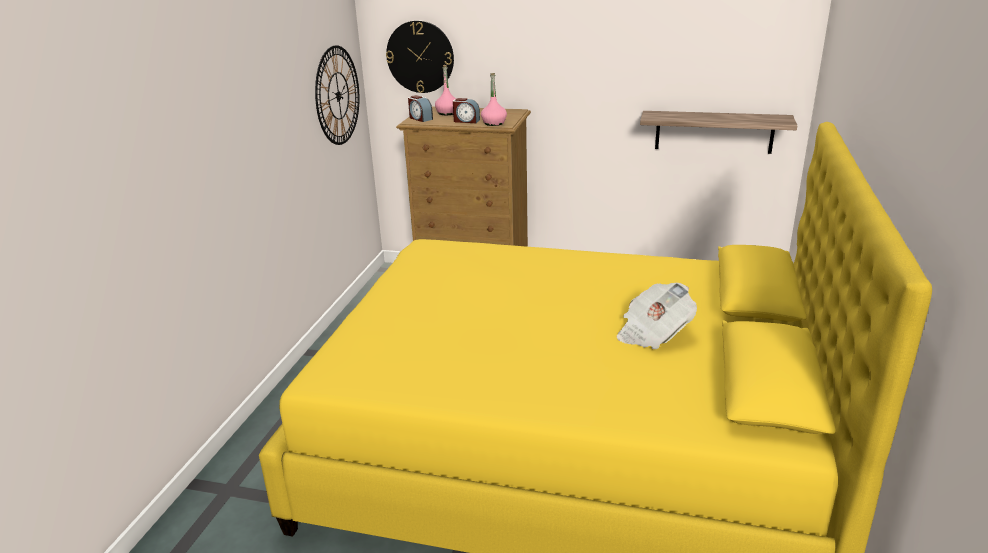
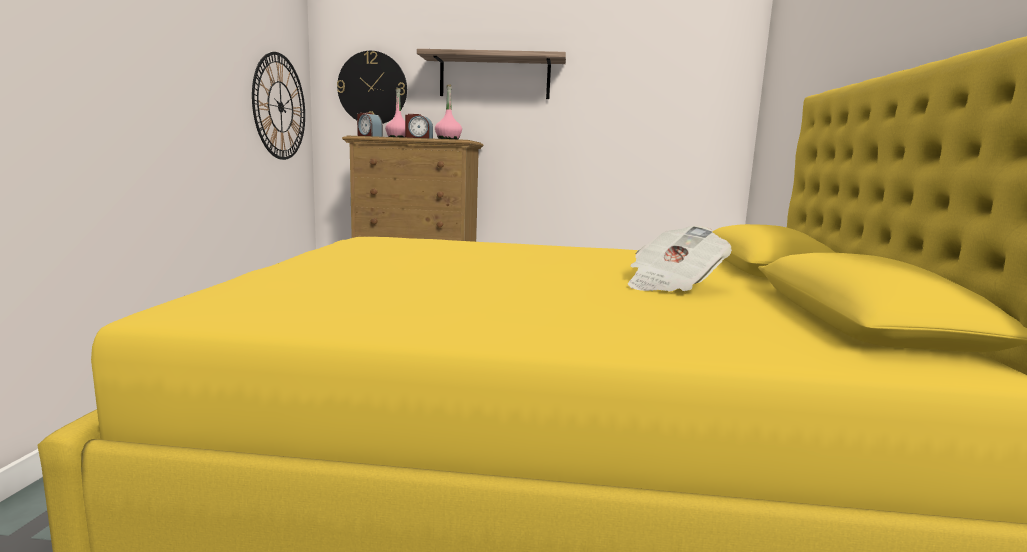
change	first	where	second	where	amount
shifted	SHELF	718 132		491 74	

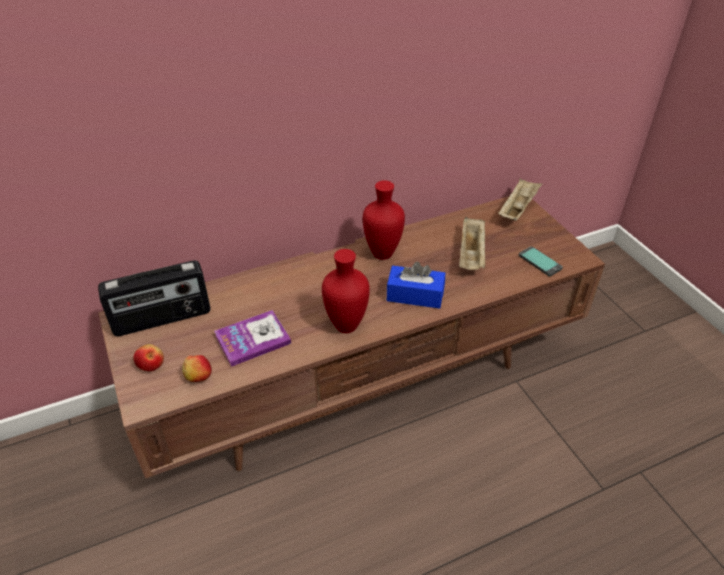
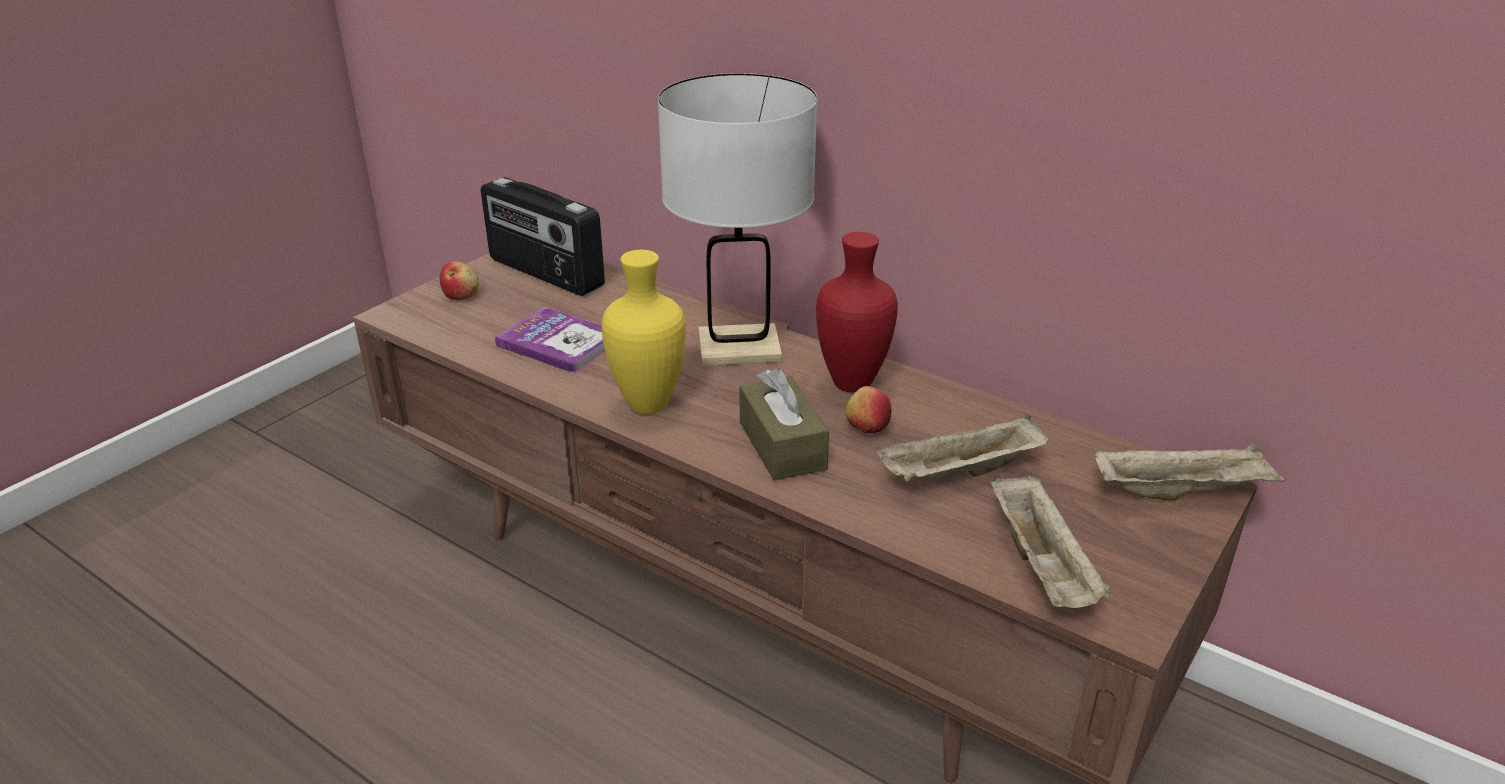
change	first	where	second	where	amount
shifted	APPLE	197 368		868 409	
repainted	RED VASE	346 291	YELLOW VASE	644 332	
repainted	BLUE TISSUE BOX	416 285	BROWN TISSUE BOX	784 424	
swapped	PHONE	541 261	BEIGE TRAY	1051 541	
new			WHITE TABLE LAMP	737 219	

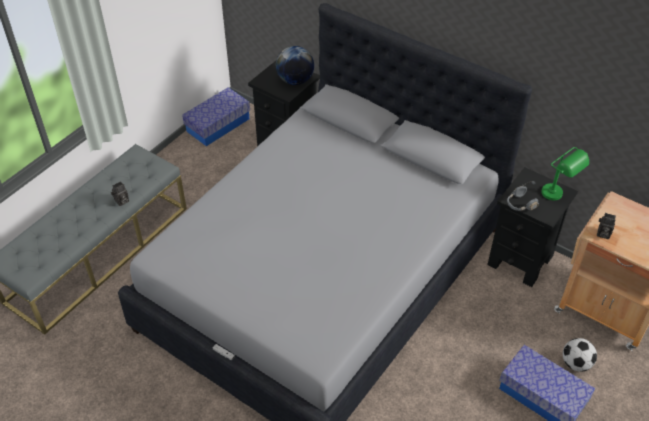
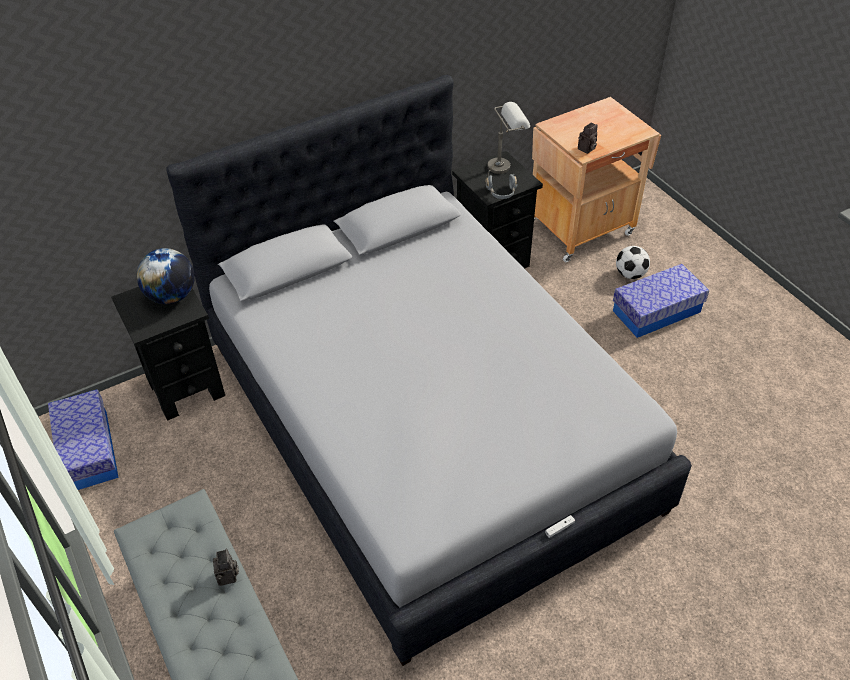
change	first	where	second	where	amount
repainted	GREEN TABLE LAMP	565 173	GREY TABLE LAMP	509 138	

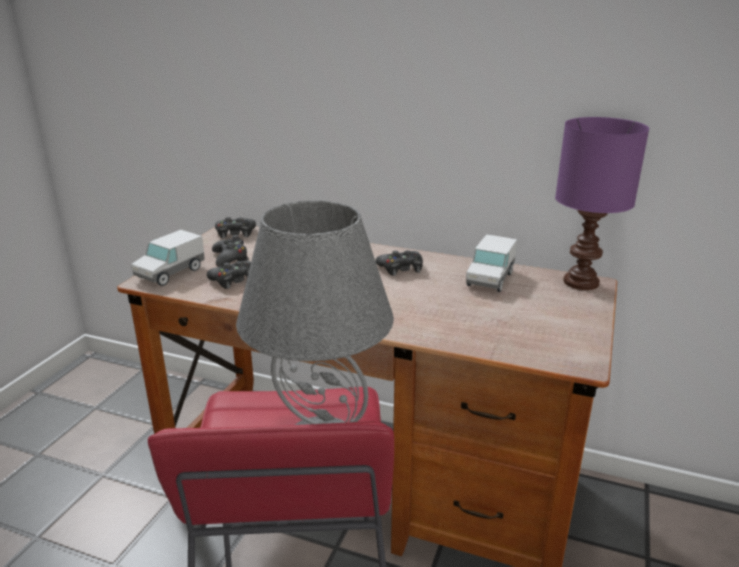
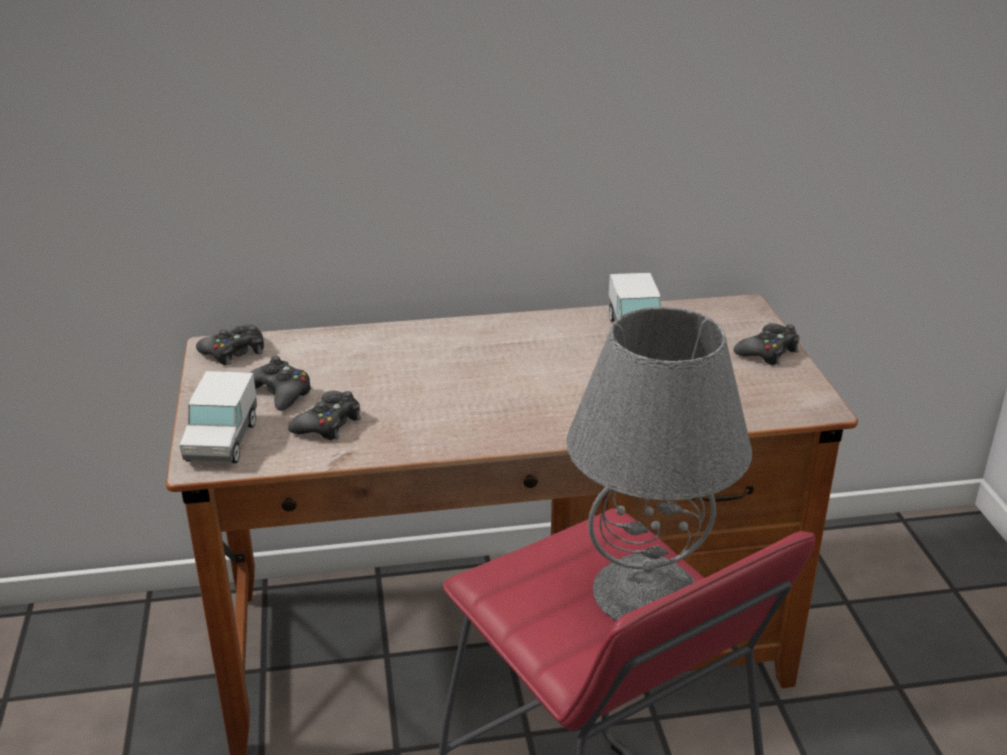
change	first	where	second	where	amount
shifted	BLACK GAME CONTROLLER	399 263		766 344	
gone	PURPLE TABLE LAMP	602 203			

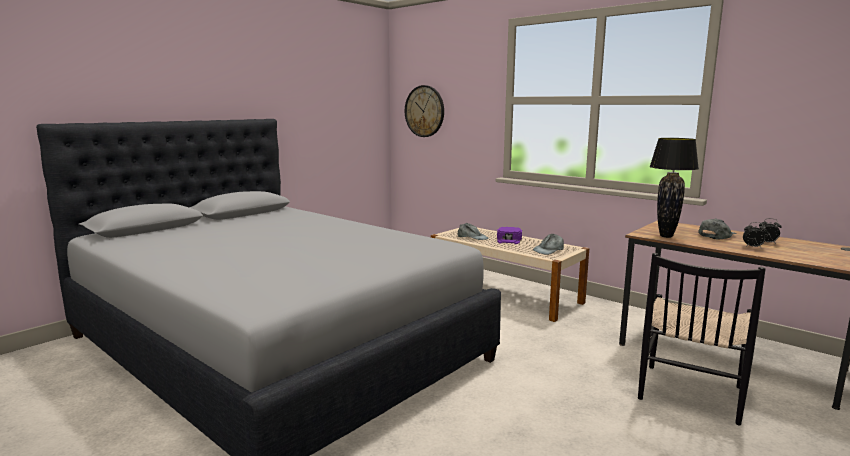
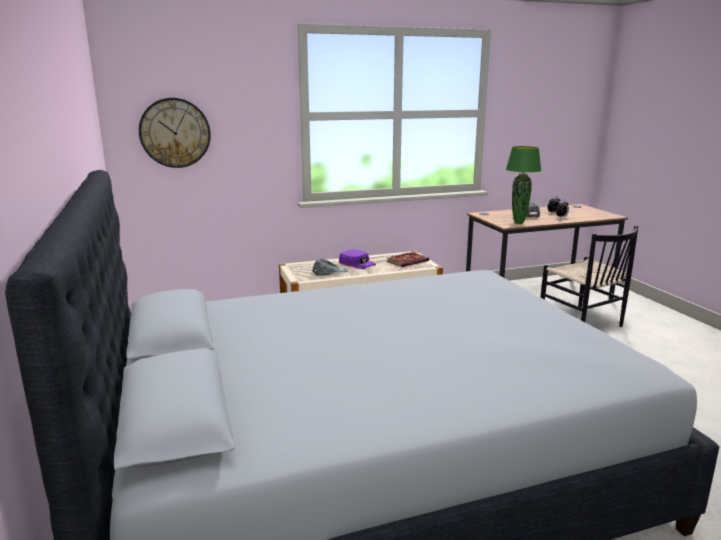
change	first	where	second	where	amount
swapped	GREY CAP	548 244	BOOK	407 259	
repainted	BLACK TABLE LAMP	674 188	GREEN TABLE LAMP	523 185	

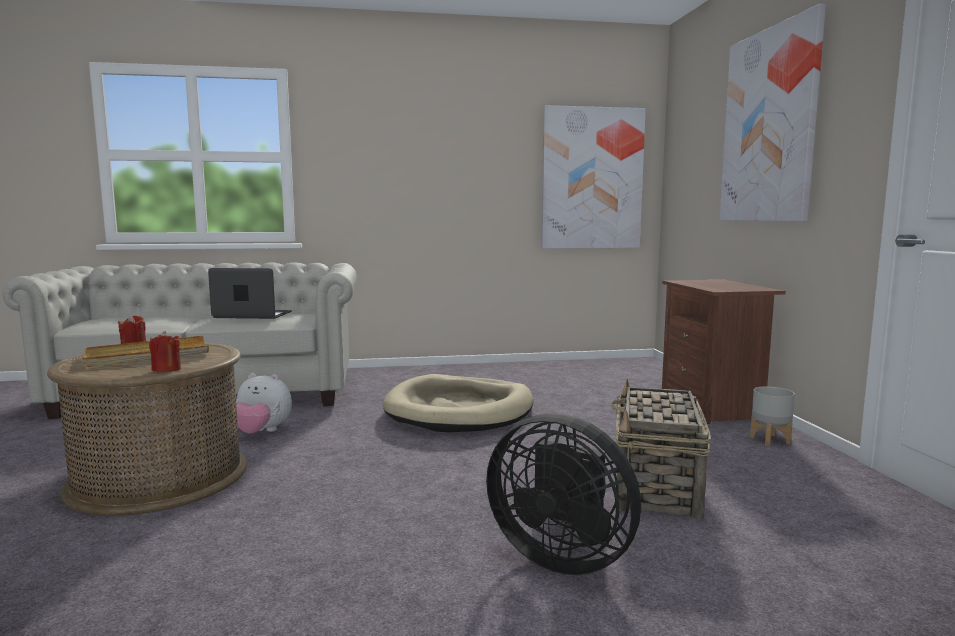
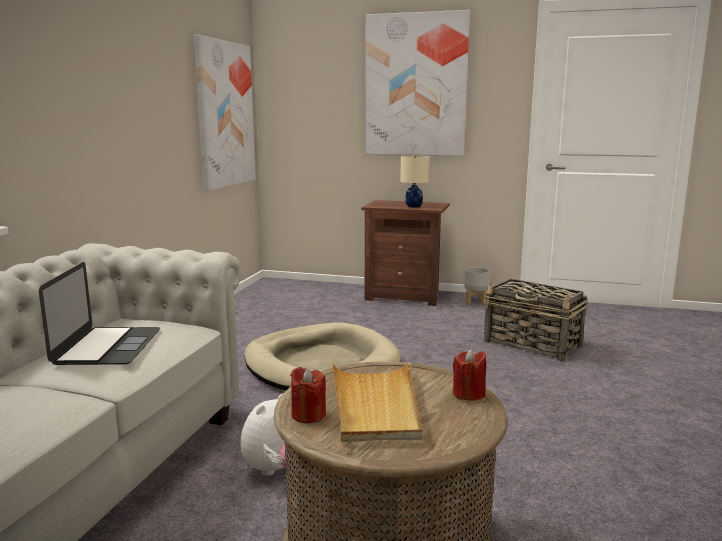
change	first	where	second	where	amount
rotated	LAPTOP	250 293		99 313	150 degrees clockwise
gone	BLACK FAN	563 494			
new			BEIGE TABLE LAMP	414 181	

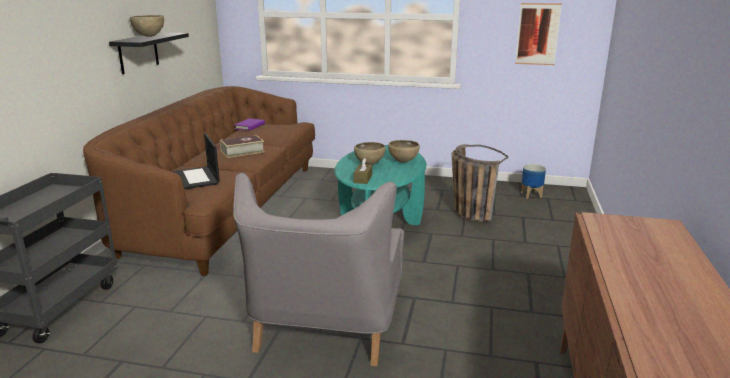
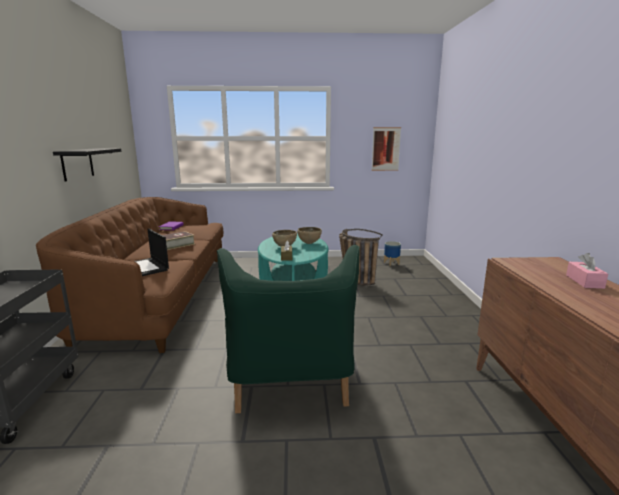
change	first	where	second	where	amount
gone	BROWN BOWL	147 26			
repainted	GREY ARMCHAIR	318 269	GREEN ARMCHAIR	288 329	
new			PINK TISSUE BOX	587 271	

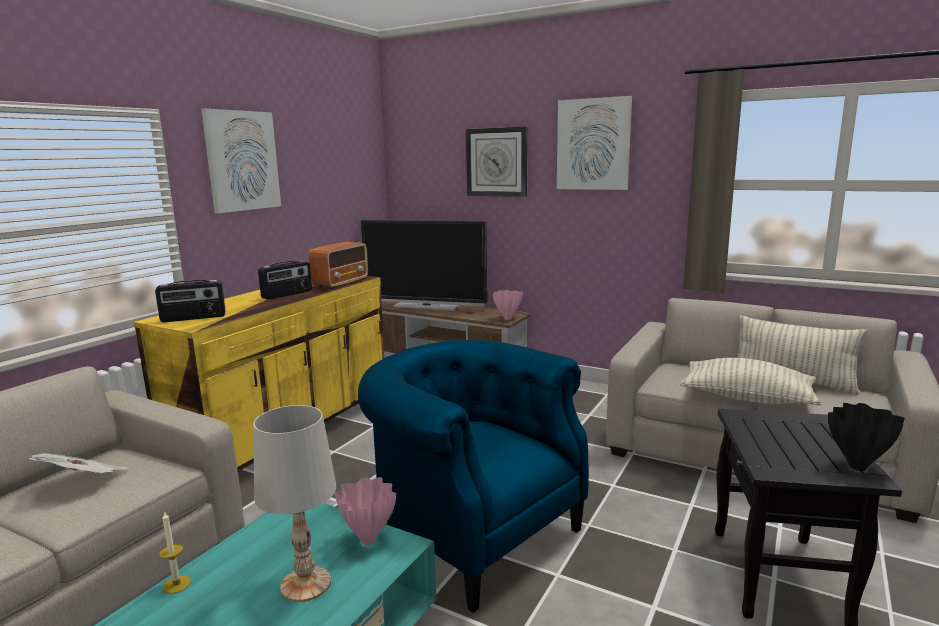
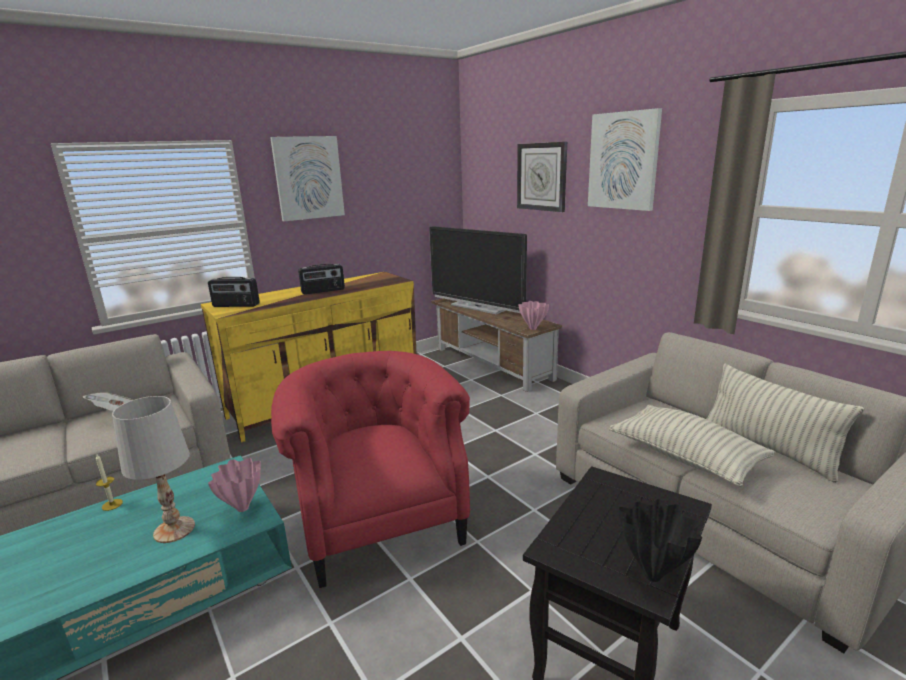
change	first	where	second	where	amount
gone	RADIO	338 265			
repainted	BLUE ARMCHAIR	473 476	RED ARMCHAIR	370 469	

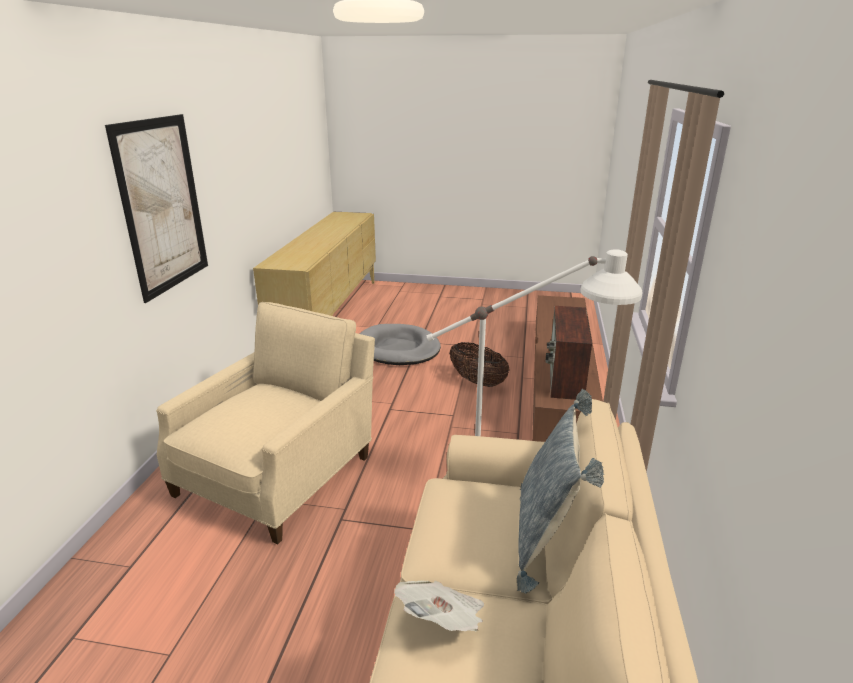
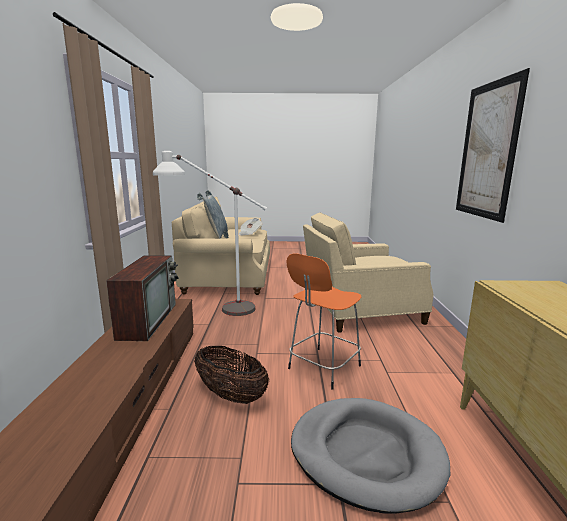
change	first	where	second	where	amount
rotated	BEIGE ARMCHAIR	265 423		368 272	60 degrees clockwise
new			ORANGE STOOL	324 321	

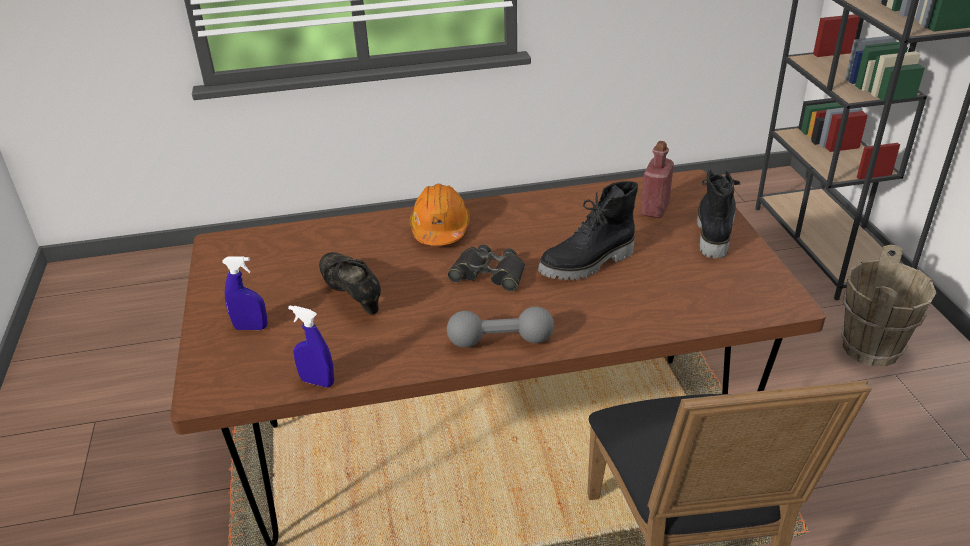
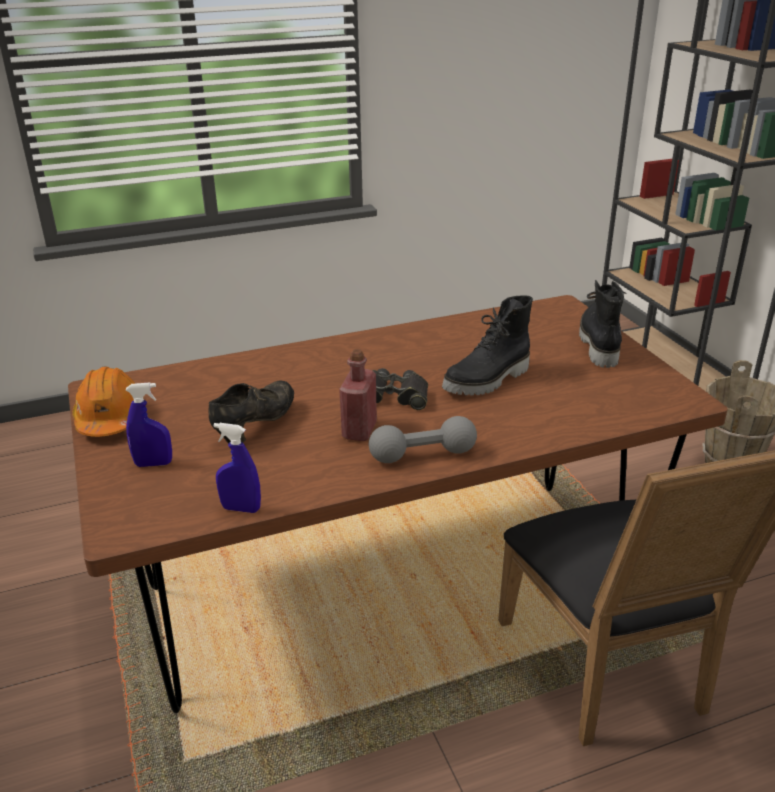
change	first	where	second	where	amount
rotated	BLACK SHOE	350 283		251 411	75 degrees clockwise
shifted	ORANGE HARD HAT	439 215		108 402	
shifted	RED BOTTLE	657 179		358 395	

